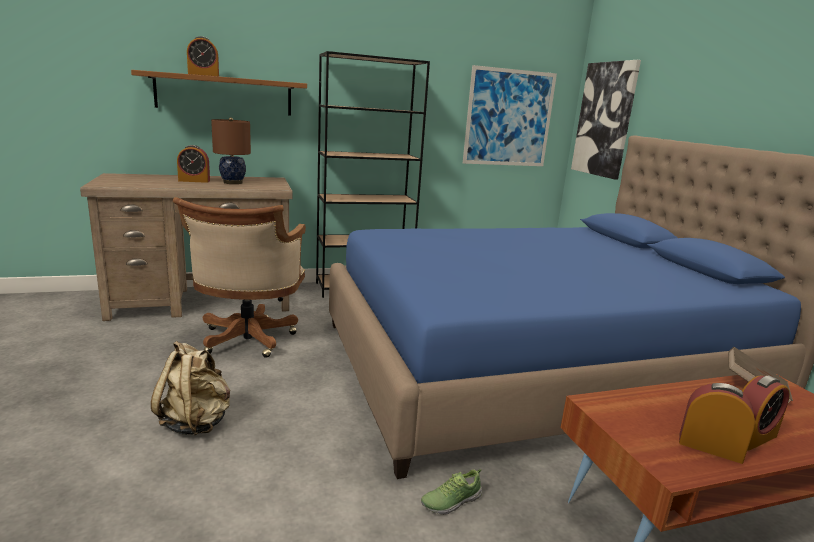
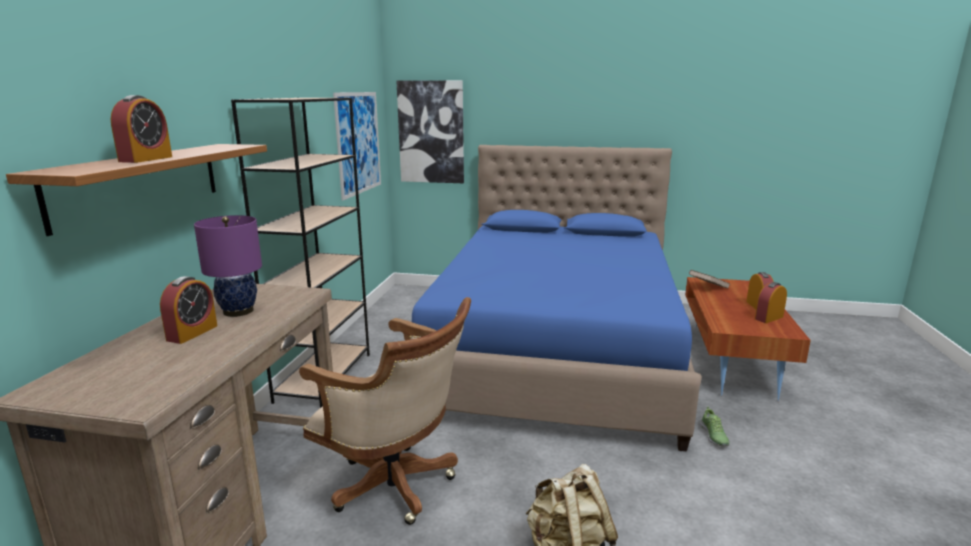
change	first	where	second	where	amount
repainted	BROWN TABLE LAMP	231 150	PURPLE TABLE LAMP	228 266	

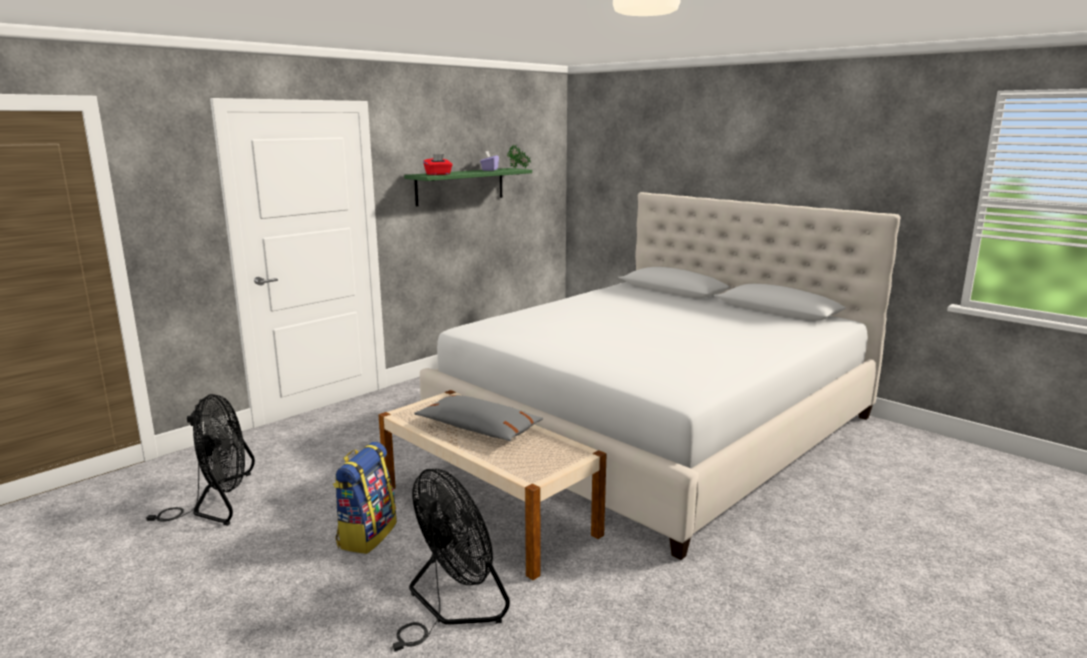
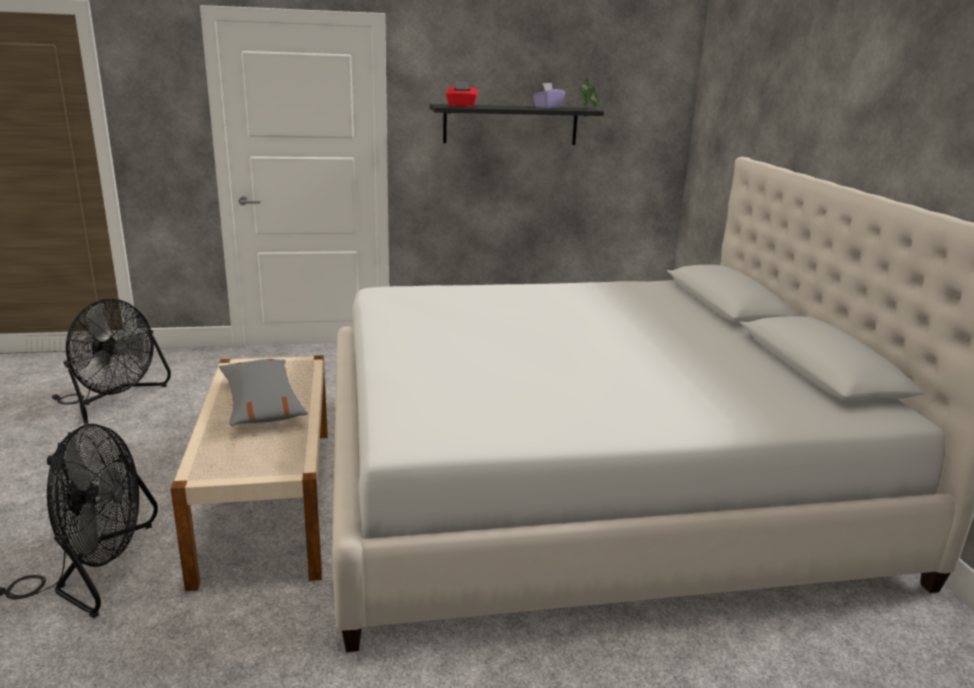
change	first	where	second	where	amount
gone	BACKPACK	365 498			
repainted	GREEN SHELF	468 187	BLACK SHELF	517 124	

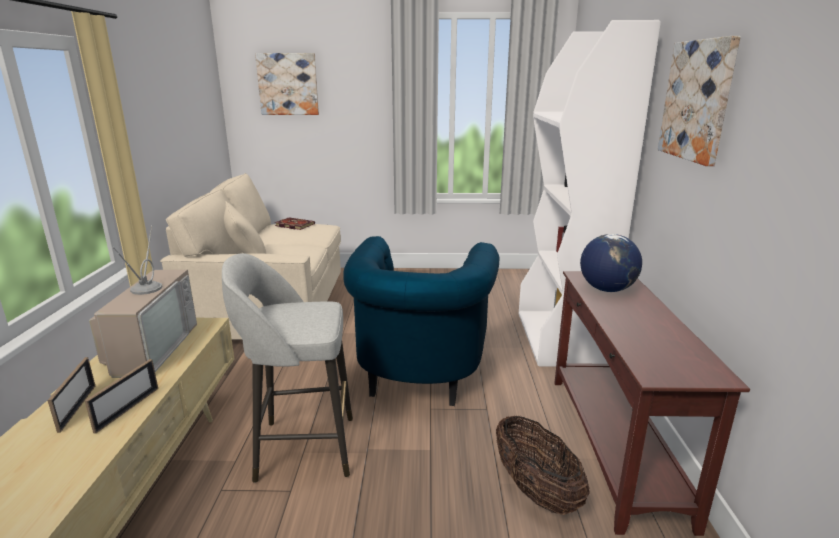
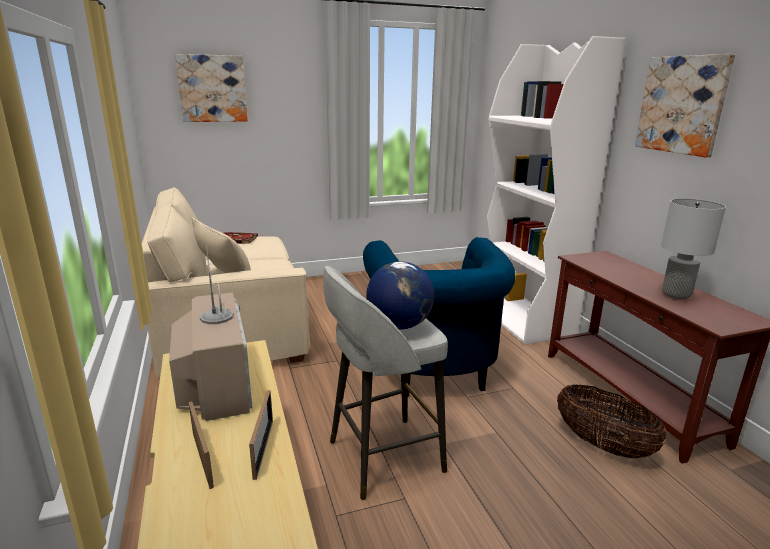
change	first	where	second	where	amount
shifted	GLOBE	611 263		400 295	
new			GREY TABLE LAMP	693 248	

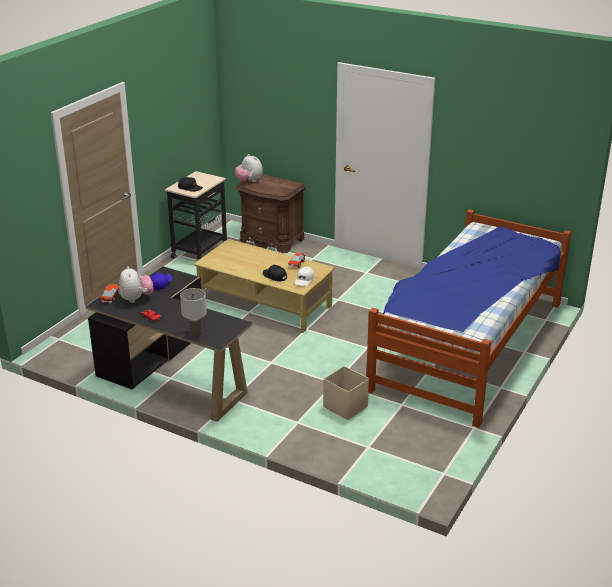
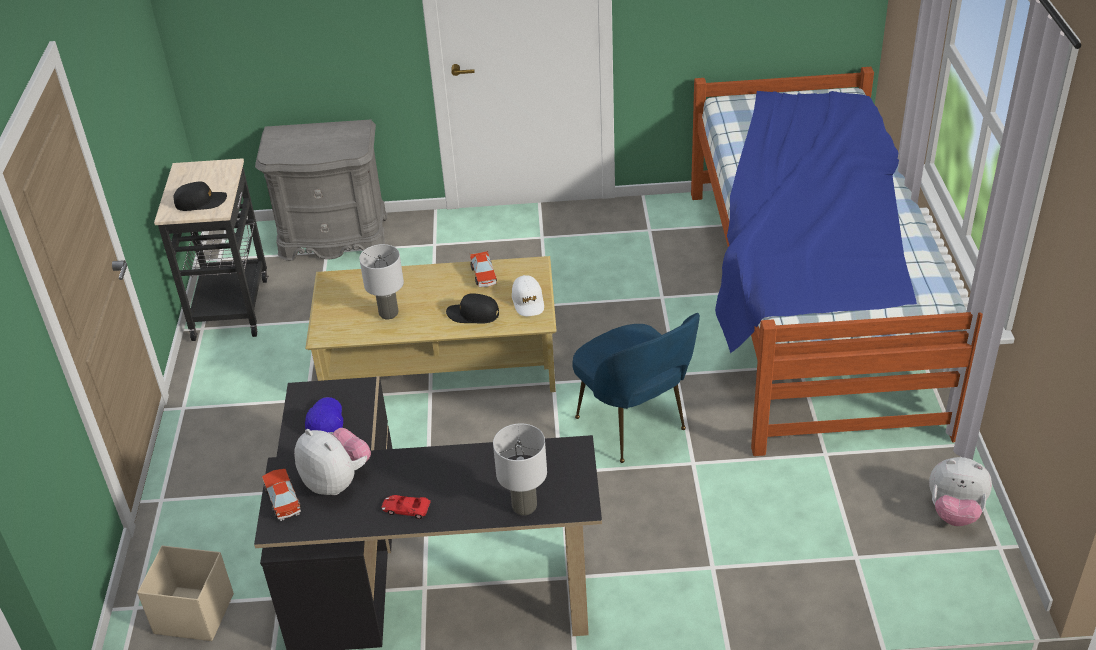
change	first	where	second	where	amount
shifted	PLUSH TOY	249 168		960 491	
repainted	BROWN NIGHTSTAND	271 213	GREY NIGHTSTAND	321 190	
shifted	BEIGE STORAGE BOX	346 393		185 593	
new			WHITE TABLE LAMP	381 282	
new			BLUE CHAIR	636 388	

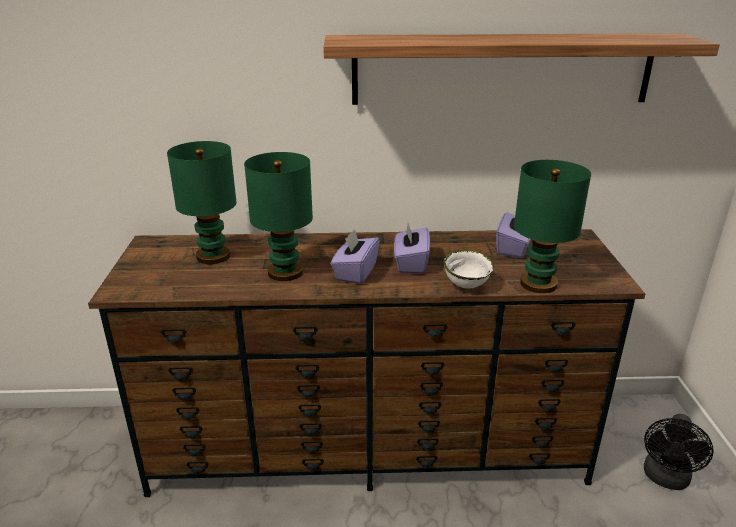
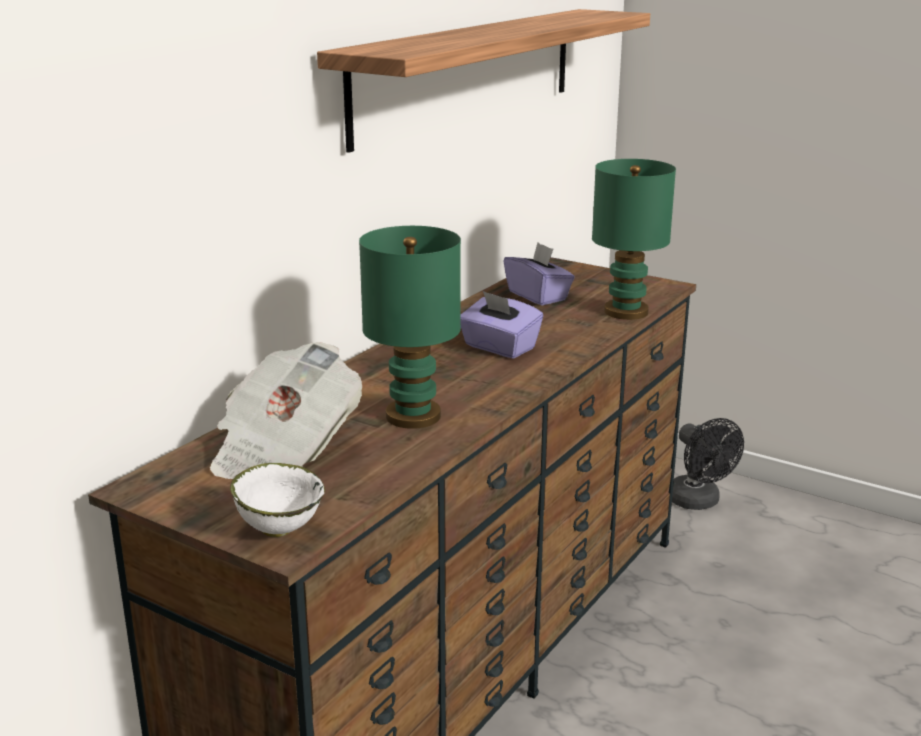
change	first	where	second	where	amount
swapped	GREEN TABLE LAMP	202 202	NEWSPAPER	286 410	
gone	PURPLE TISSUE BOX	355 256			
shifted	WHITE BOWL	469 270		277 500	

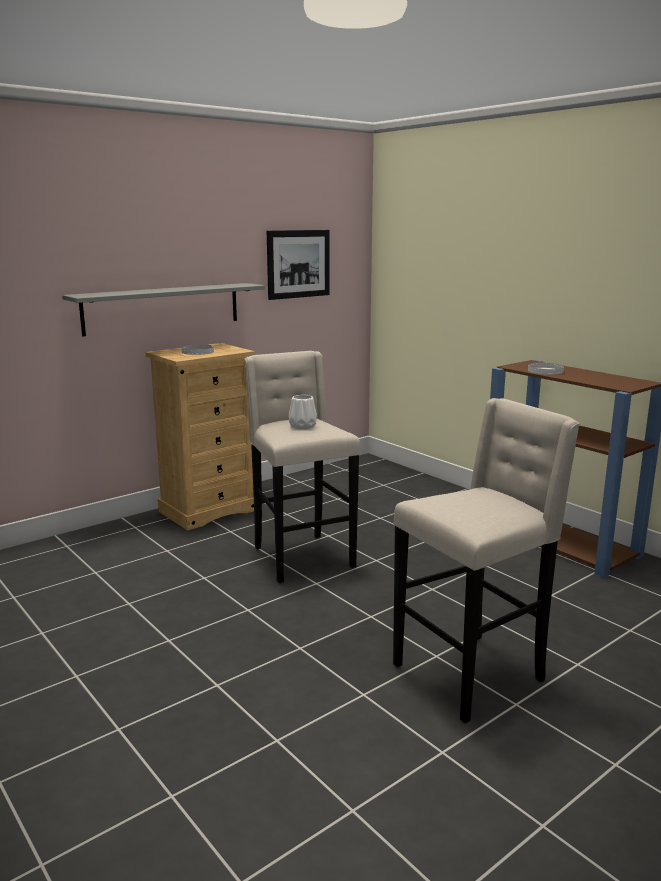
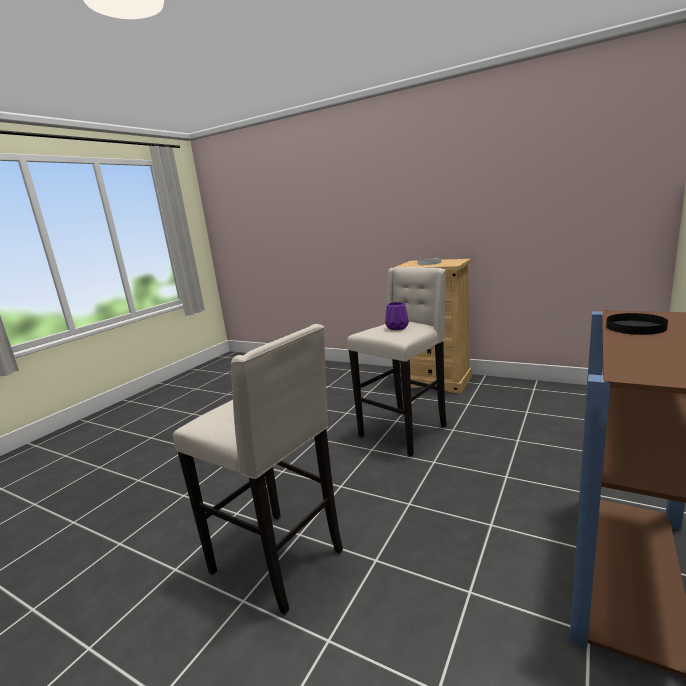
change	first	where	second	where	amount
gone	GREY SHELF	163 309			
gone	PICTURE	298 265			
repainted	WHITE VASE	303 412	PURPLE VASE	397 316	
repainted	WHITE PLATE	546 369	BLACK PLATE	637 324	

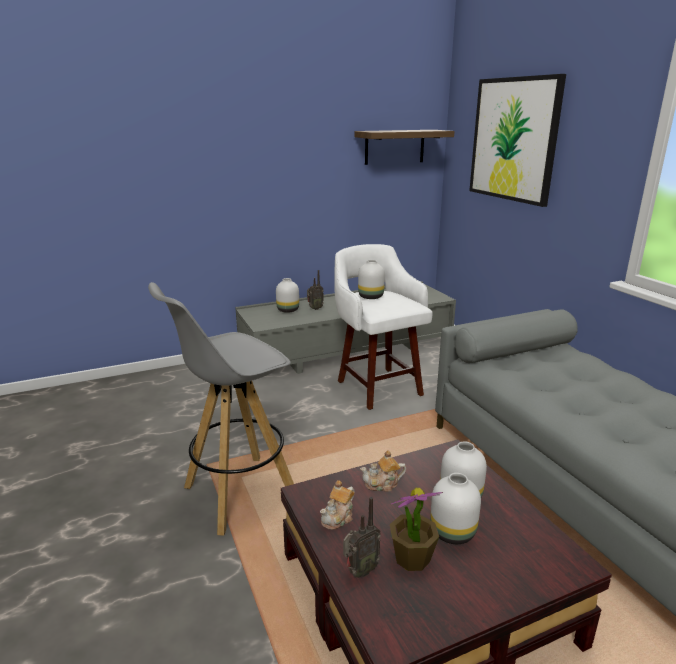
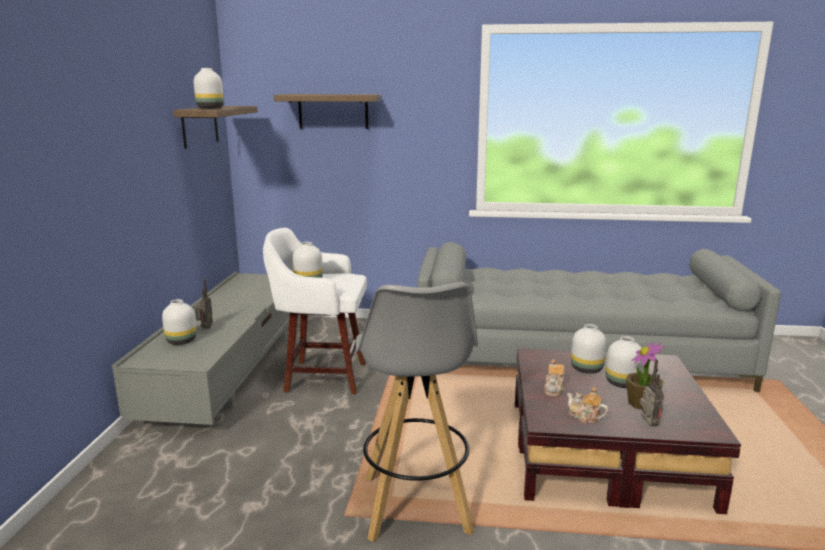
change	first	where	second	where	amount
rotated	TEAPOT	337 505		587 405	150 degrees clockwise
swapped	PICTURE	517 140	SHELF	326 111	
new			WHITE VASE	209 88	

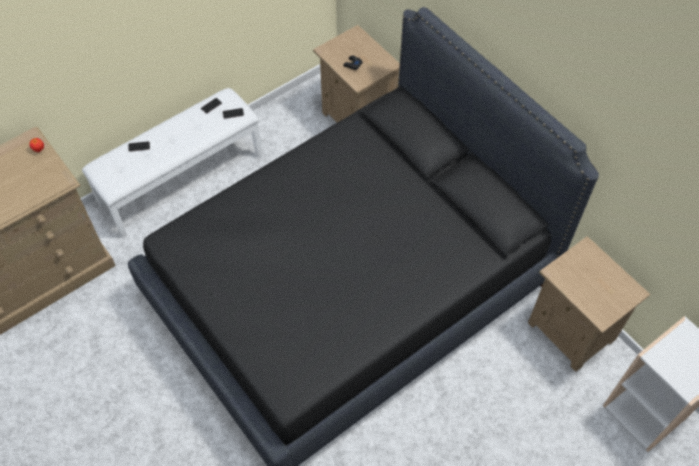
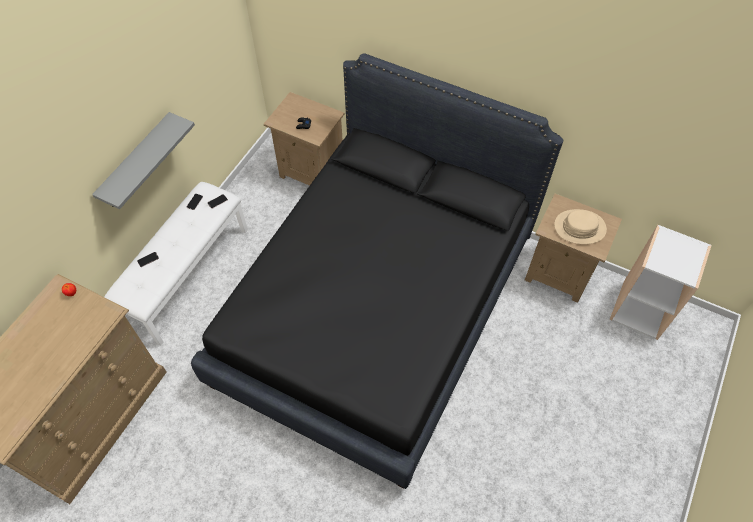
change	first	where	second	where	amount
new			GREY SHELF	143 160	
new			BEIGE HAT	580 226	

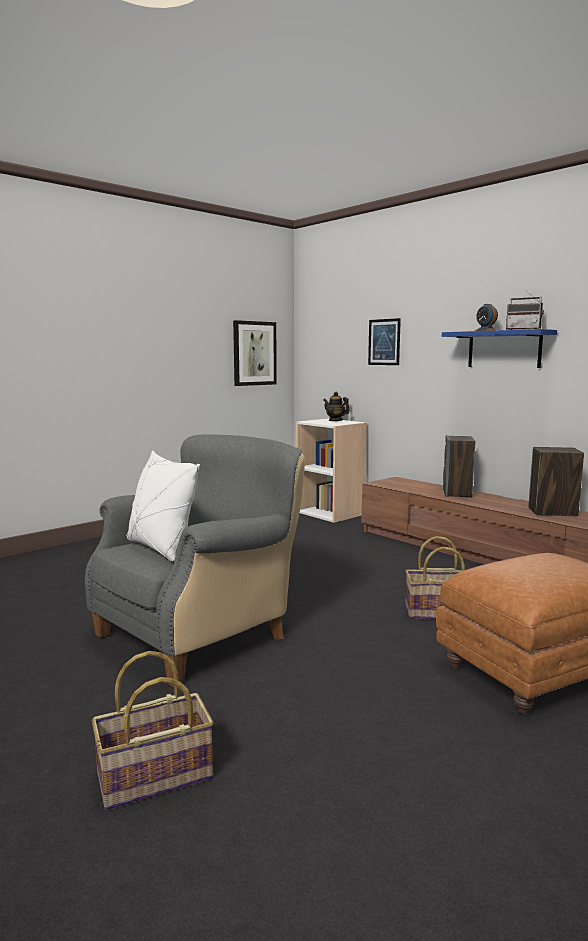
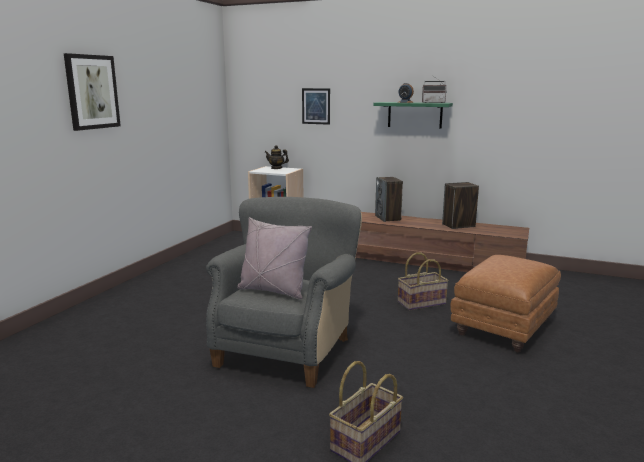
change	first	where	second	where	amount
repainted	WHITE PILLOW	163 506	PURPLE PILLOW	274 258	
shifted	PICTURE	255 353		92 92	
repainted	BLUE SHELF	499 348	GREEN SHELF	413 115	

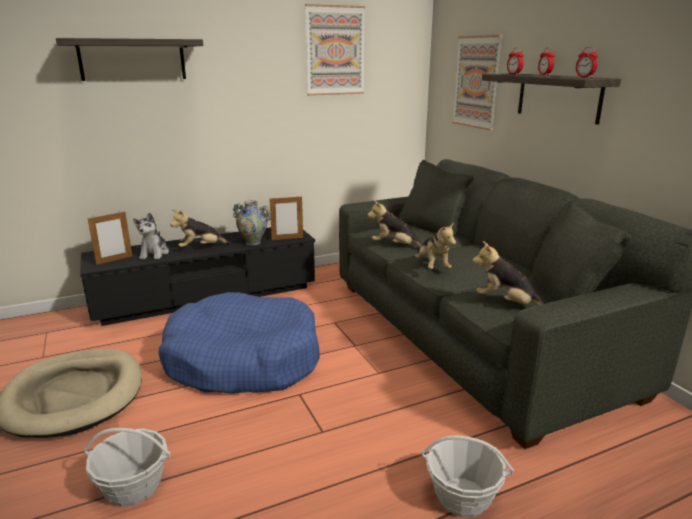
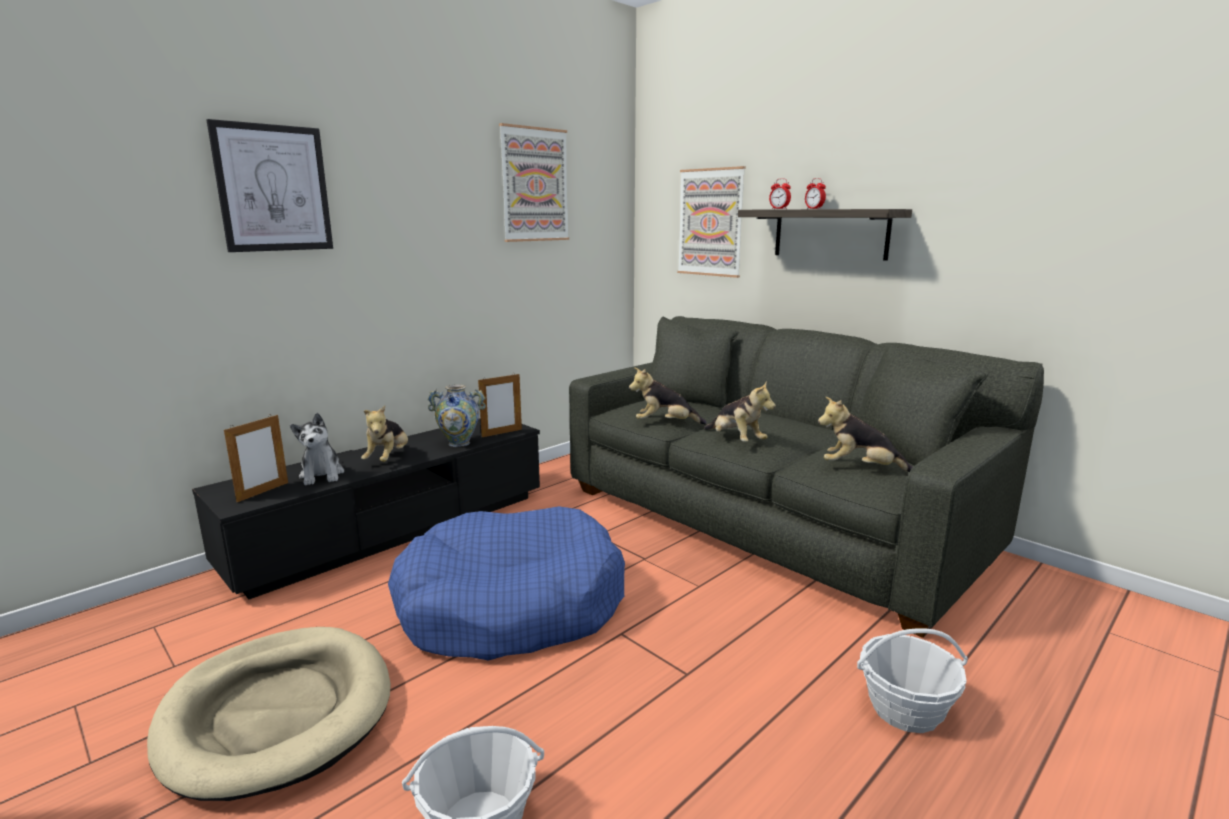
change	first	where	second	where	amount
swapped	SHELF	129 59	PICTURE	270 185	
rotated	PLUSH TOY	200 228		384 433	45 degrees counterclockwise
gone	ALARM CLOCK	587 62			

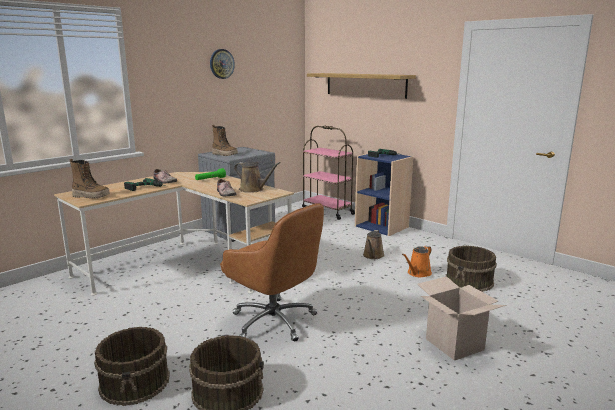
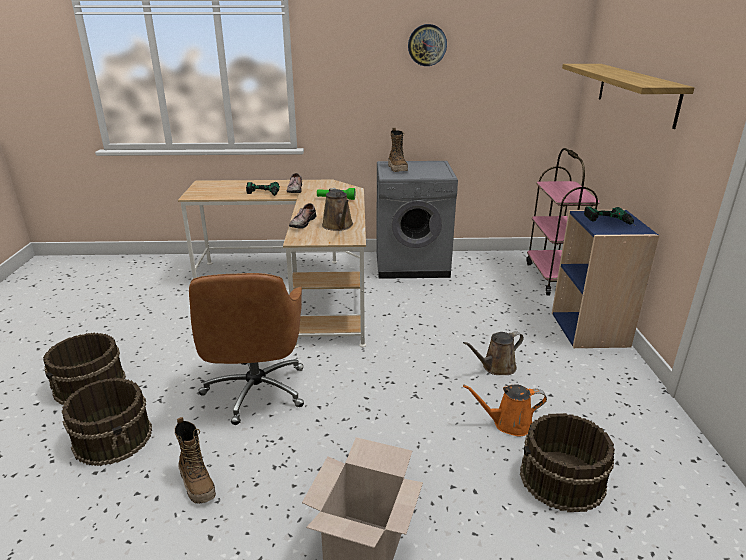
change	first	where	second	where	amount
shifted	BOOT	90 179		195 460	

